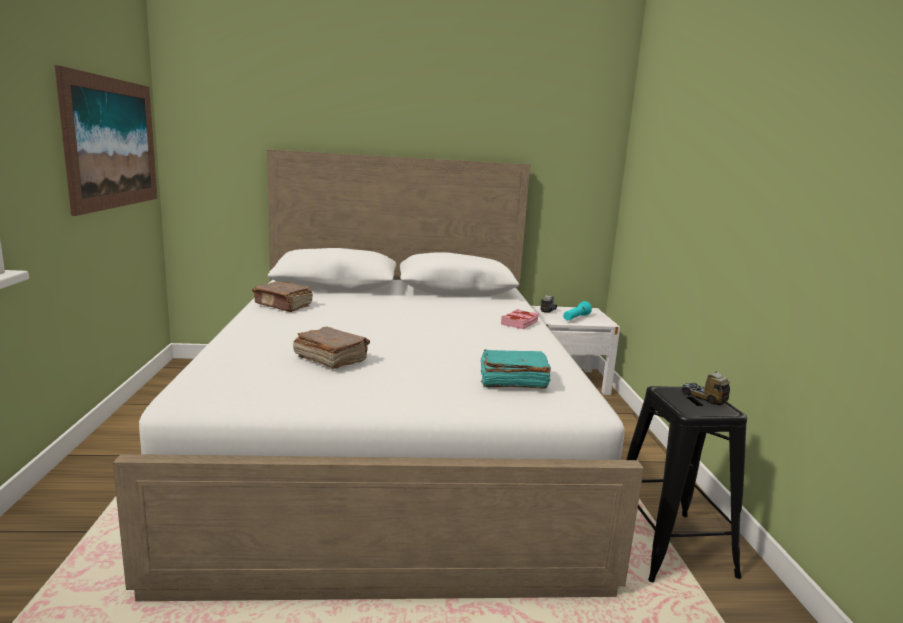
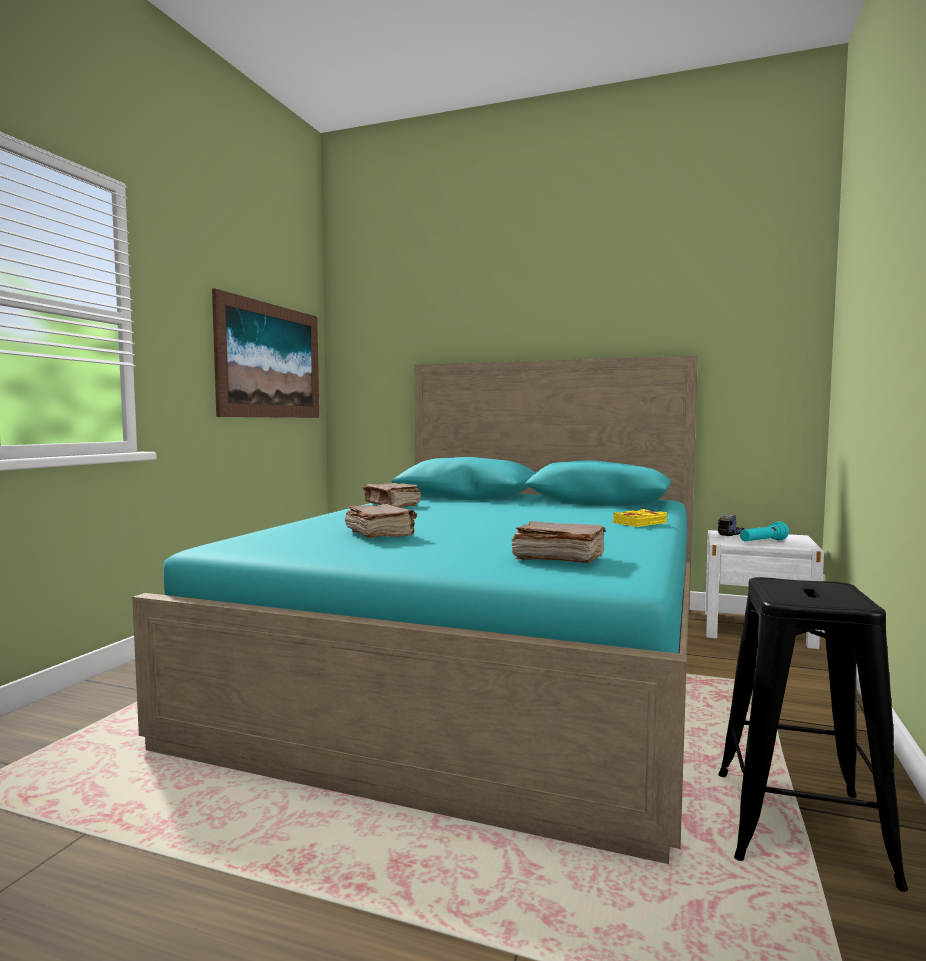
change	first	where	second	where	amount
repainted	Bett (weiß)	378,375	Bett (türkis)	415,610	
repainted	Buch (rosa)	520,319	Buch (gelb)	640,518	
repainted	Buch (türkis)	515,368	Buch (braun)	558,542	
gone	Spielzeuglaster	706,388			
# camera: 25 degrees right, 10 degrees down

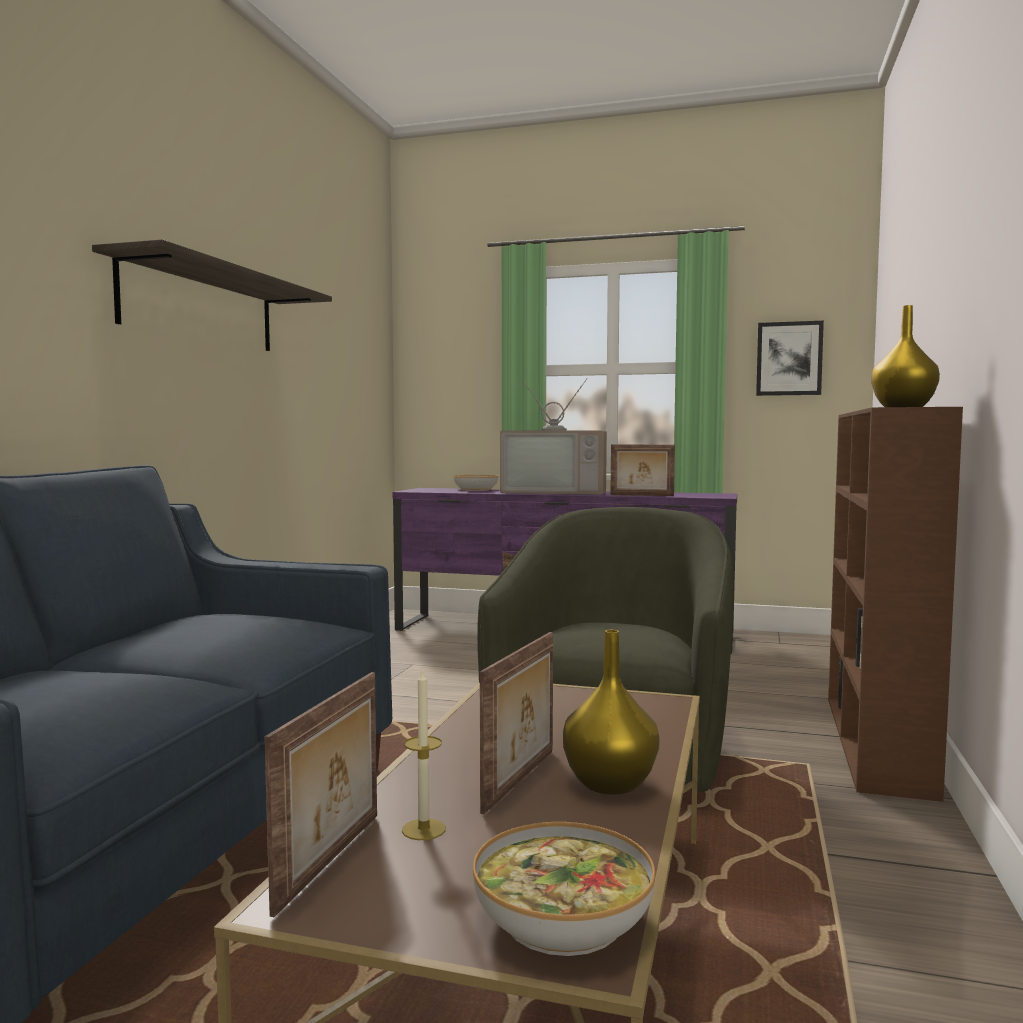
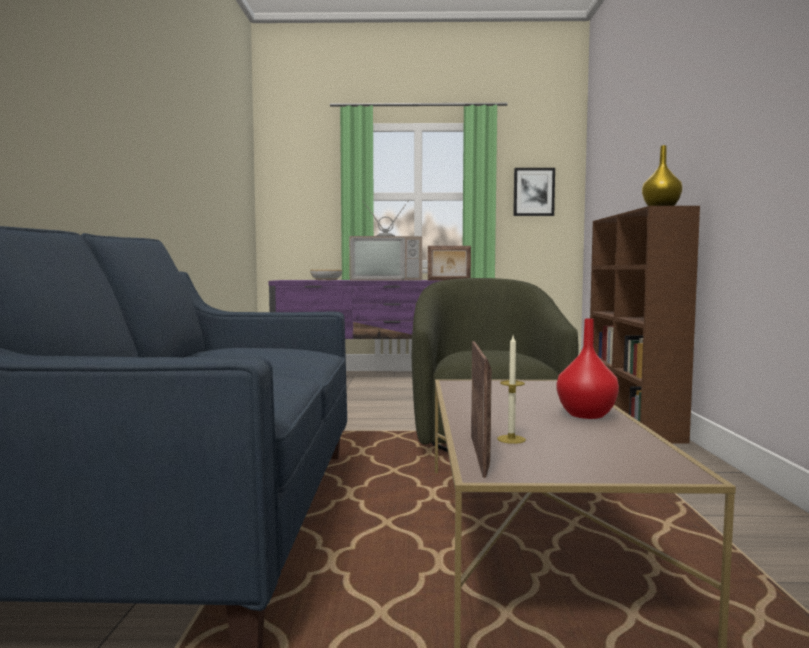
change	first	where	second	where	amount
gone	Wandregal	212,295			
repainted	Vase (gelb)	611,712	Vase (rot)	588,368	
gone	Bilderrahmen	516,723			
gone	Schüssel	564,889			
# camera: 15 degrees left, 0 degrees up

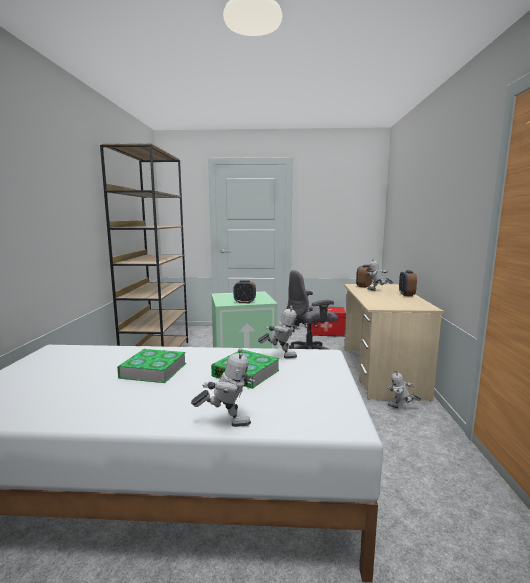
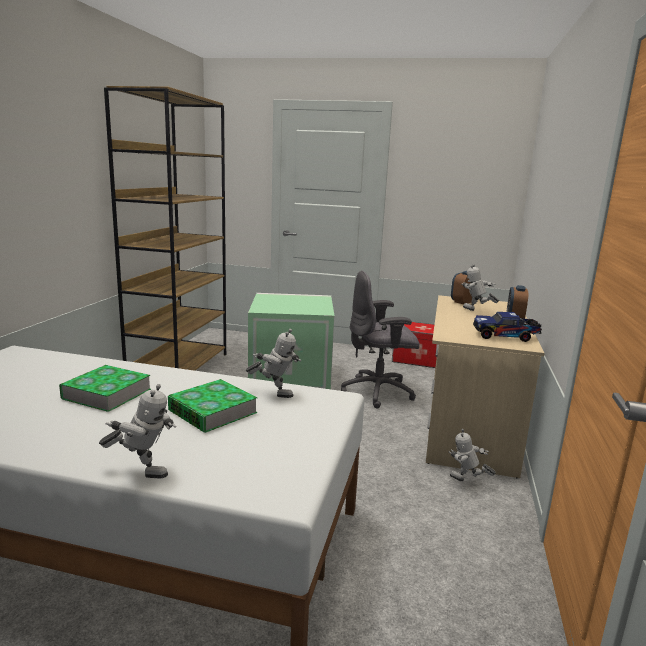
change	first	where	second	where	amount
gone	Wecker	245,291			
new			Spielzeuglaster	507,327	
# camera: 10 degrees right, 5 degrees up

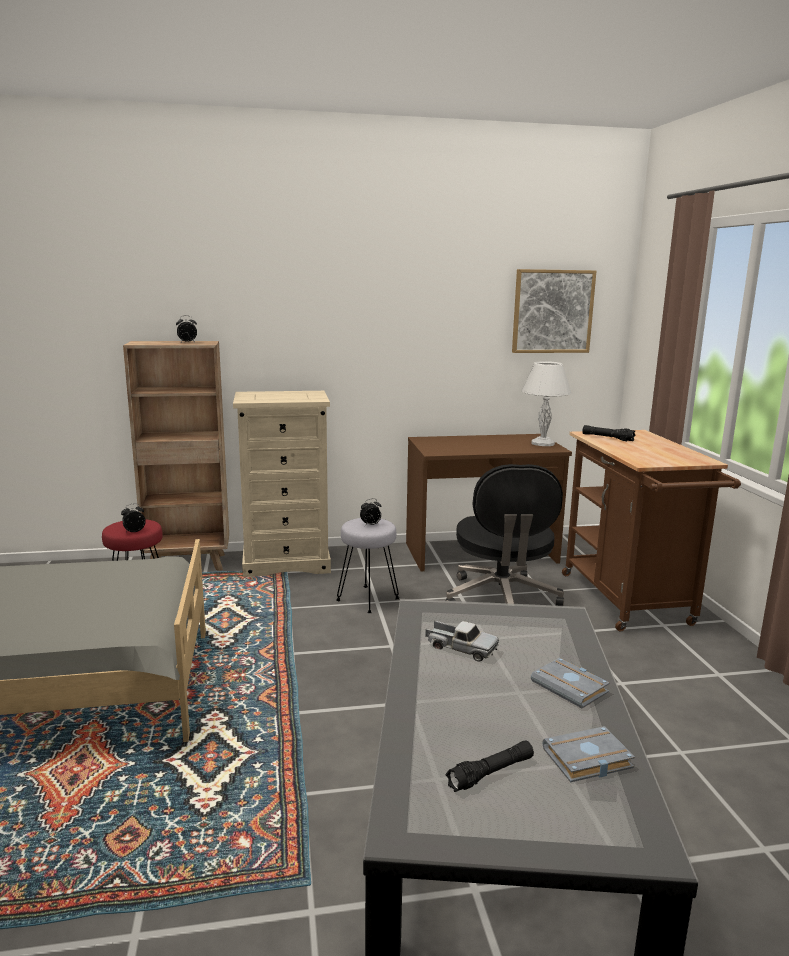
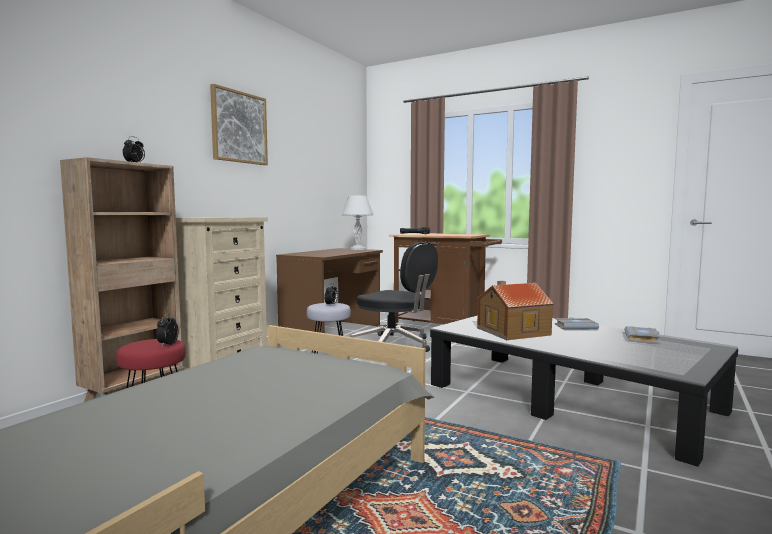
change	first	where	second	where	amount
shifted	Bild	554,311		239,124	
swapped	Spielzeuglaster	462,641	Spielzeughaus	515,310	
gone	Taschenlampe (schwarz)	490,766			
# camera: 50 degrees left, 10 degrees down

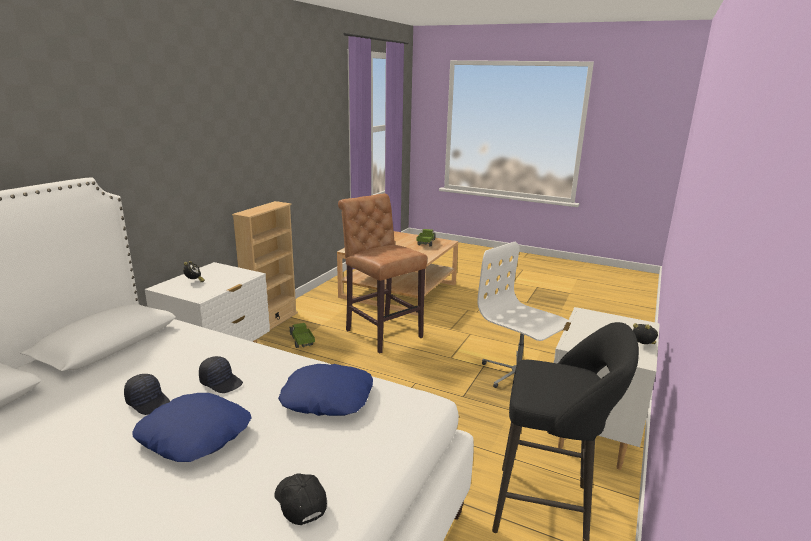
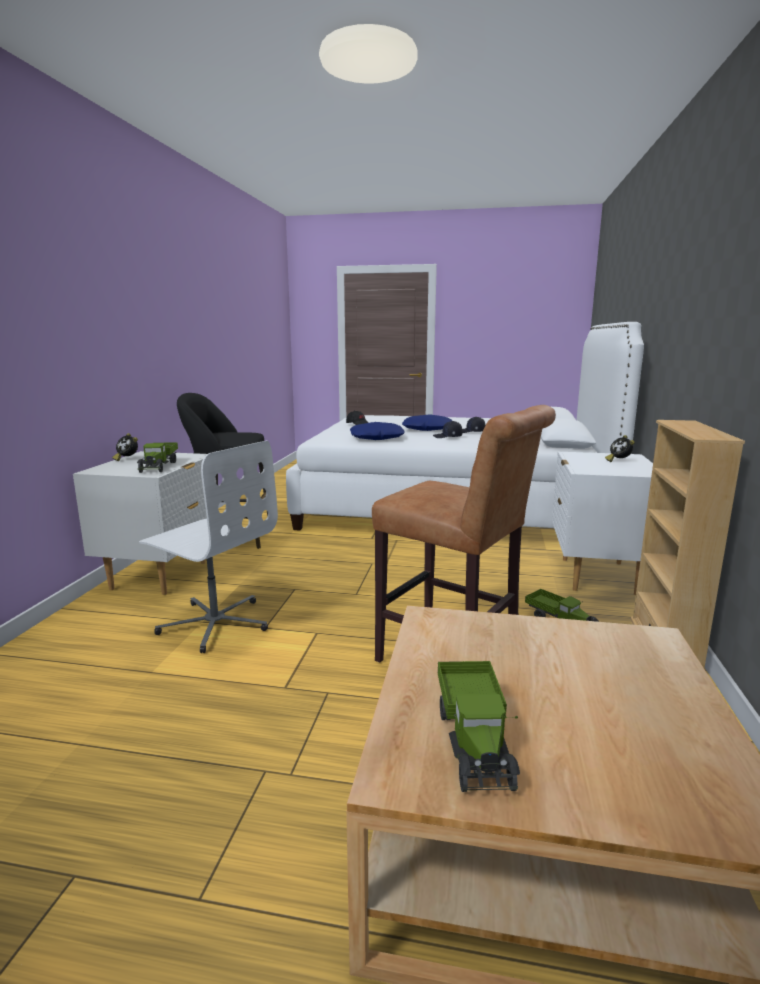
change	first	where	second	where	amount
new			Spielzeuglaster	157,457	
# camera: 165 degrees right, 5 degrees down

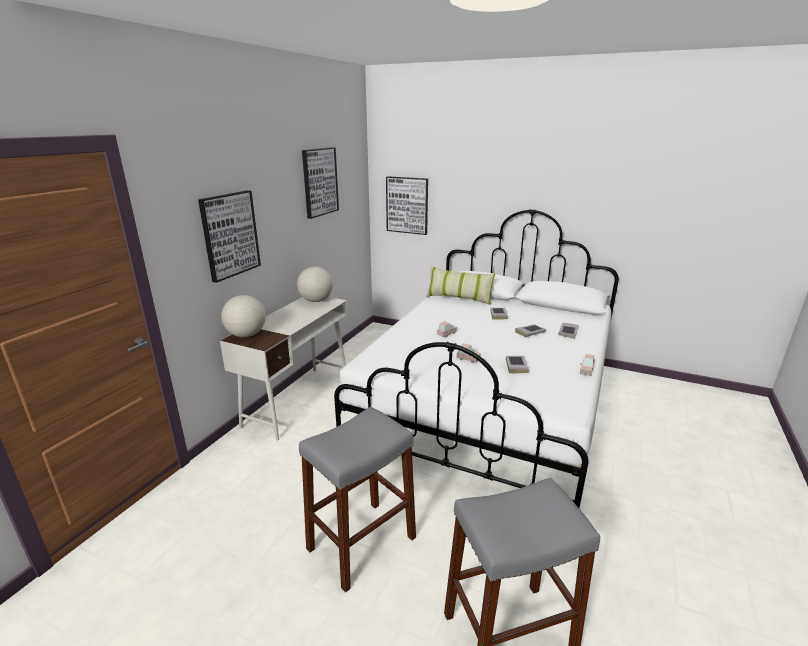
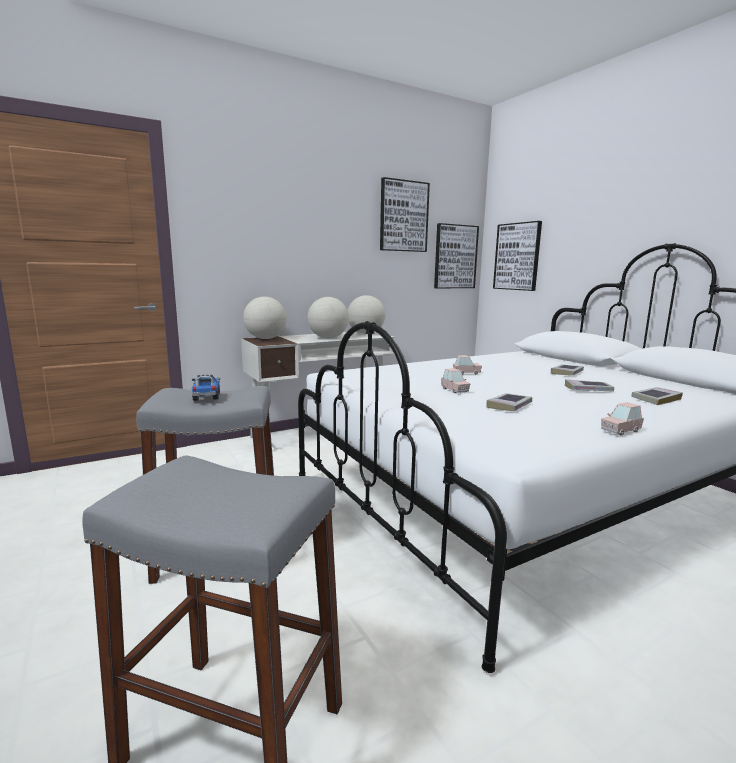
change	first	where	second	where	amount
shifted	Bild	229,236		456,256	
gone	Kissen	460,285			
new			Globus	328,318	
new			Spielzeuglaster	205,387	
# camera: 35 degrees right, 10 degrees down

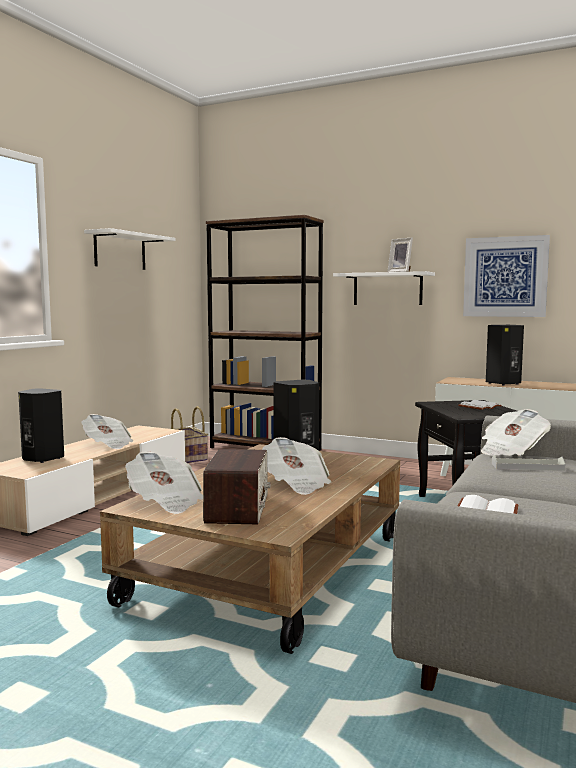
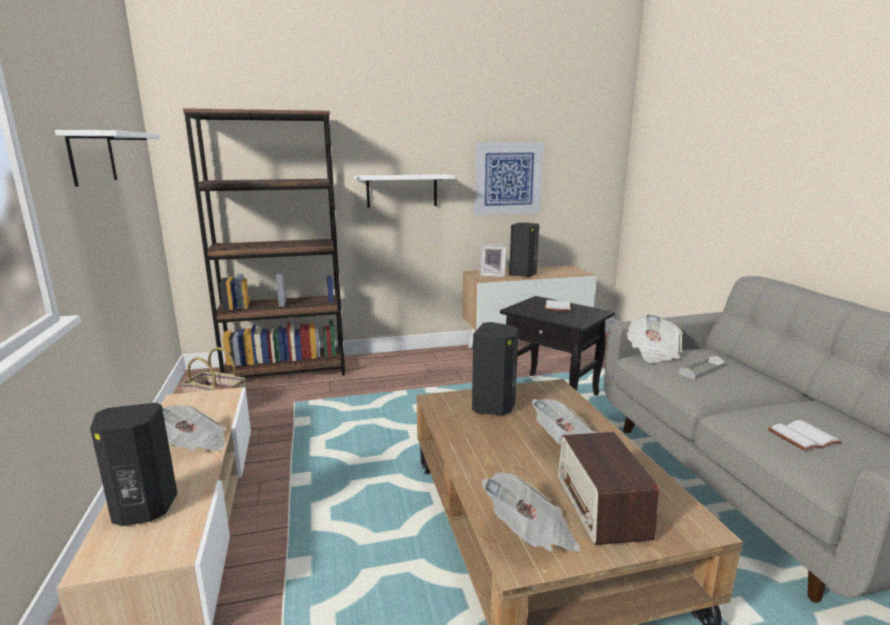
change	first	where	second	where	amount
shifted	Bilderrahmen	400,254		493,260	
rotated	Radio	237,486		608,488	150 degrees counterclockwise
# camera: 40 degrees left, 10 degrees up

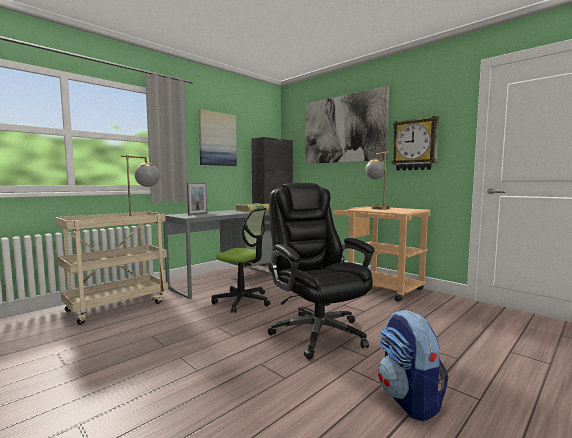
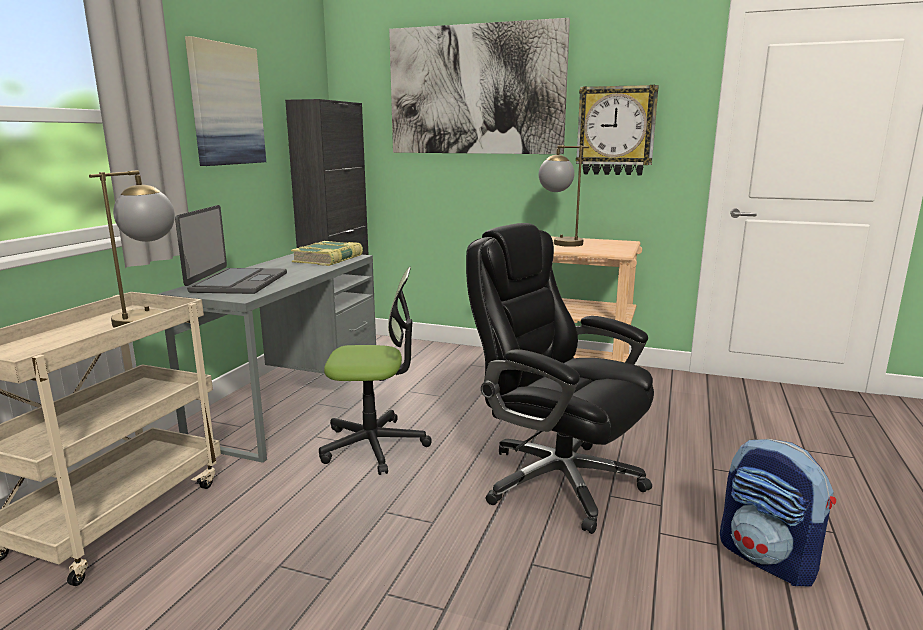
change	first	where	second	where	amount
swapped	Bilderrahmen	197,199	Laptop	231,249	
# camera: 25 degrees left, 10 degrees up

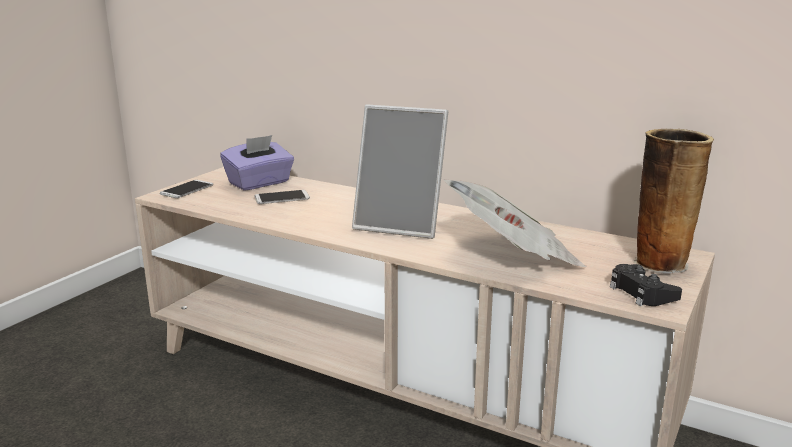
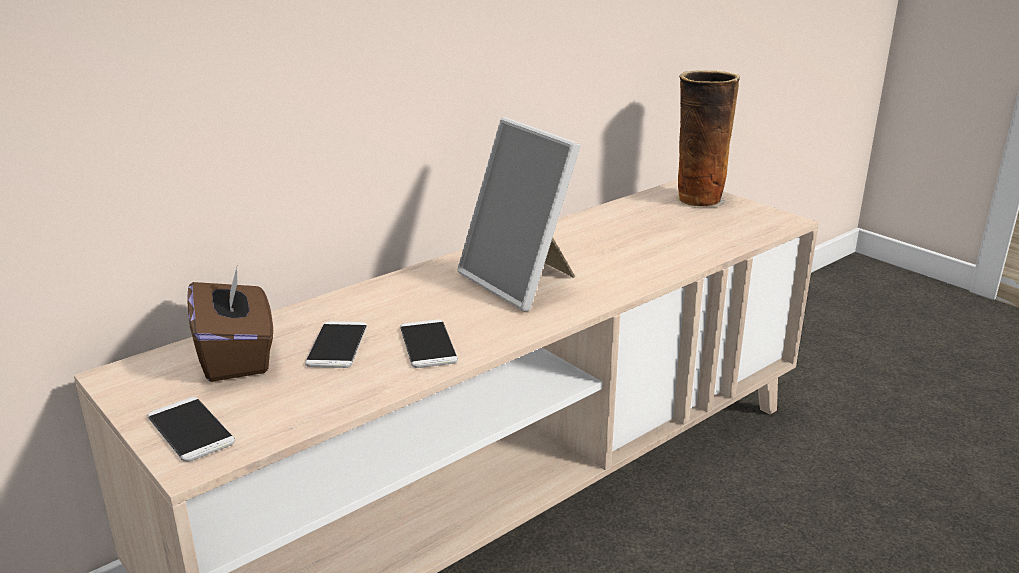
change	first	where	second	where	amount
rotated	Bilderrahmen	400,171		519,214	105 degrees clockwise
repainted	Taschentuchbox (lila)	257,163	Taschentuchbox (braun)	230,323	
gone	Zeitung	515,223			
gone	Gamepad (schwarz)	646,285			
new			Handy	429,343	
# camera: 70 degrees left, 5 degrees up

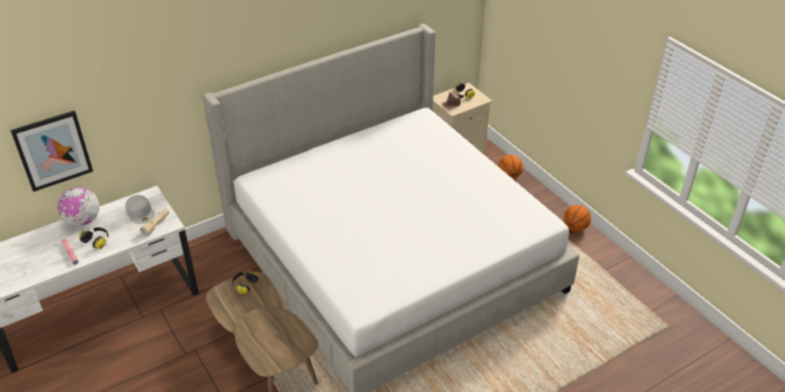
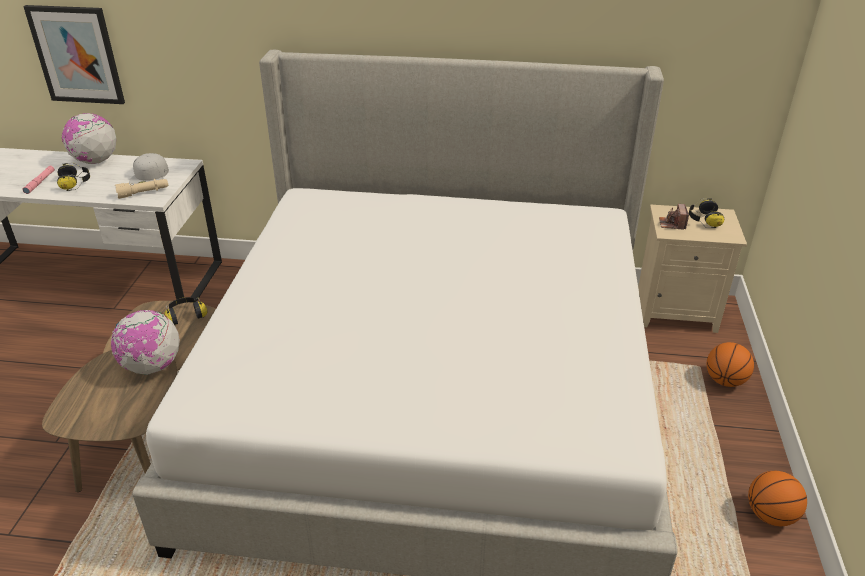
change	first	where	second	where	amount
new			Globus	145,342	
# camera: 40 degrees right, 5 degrees down

